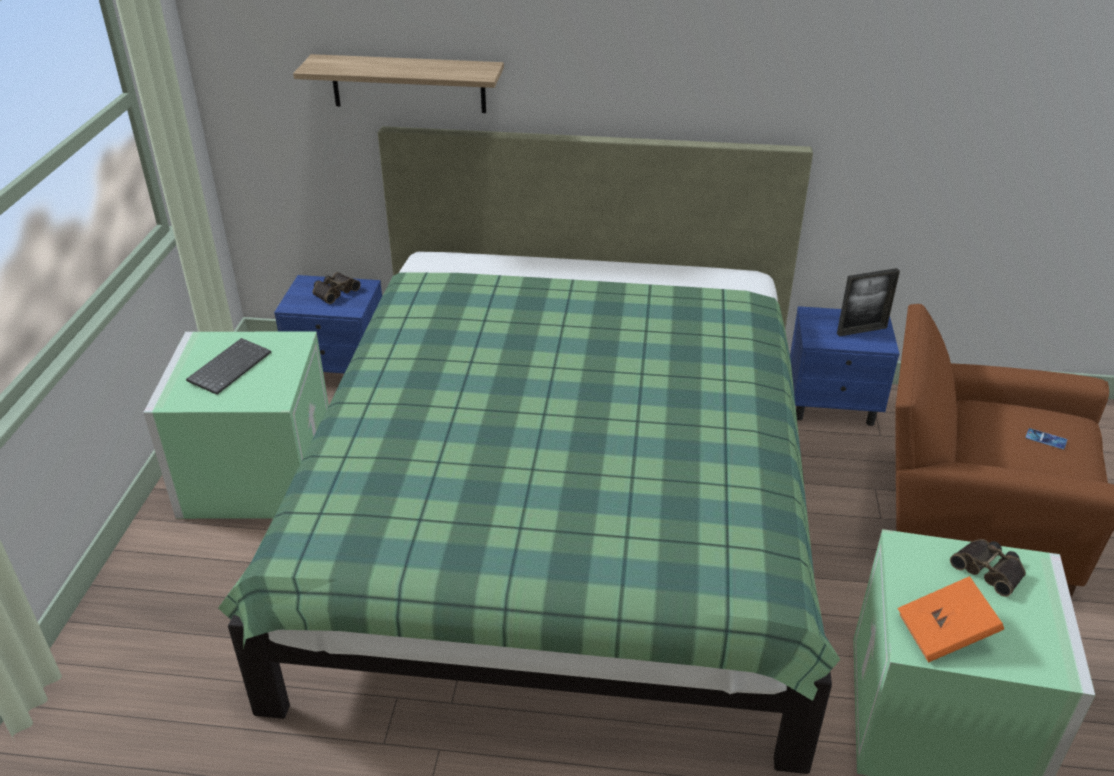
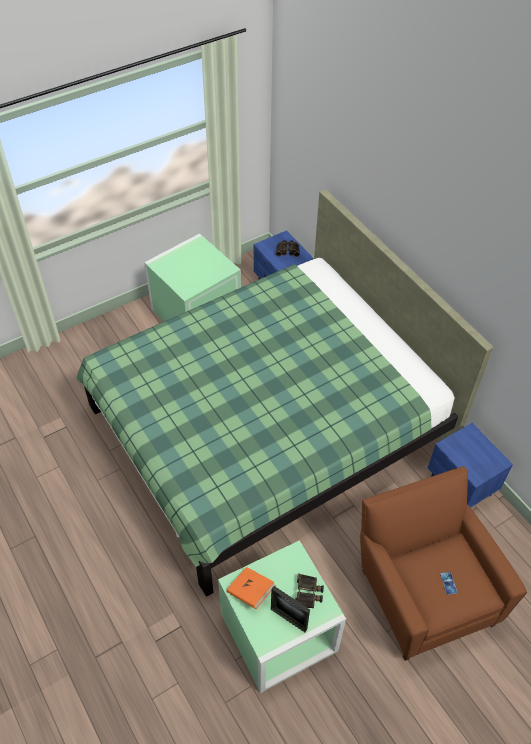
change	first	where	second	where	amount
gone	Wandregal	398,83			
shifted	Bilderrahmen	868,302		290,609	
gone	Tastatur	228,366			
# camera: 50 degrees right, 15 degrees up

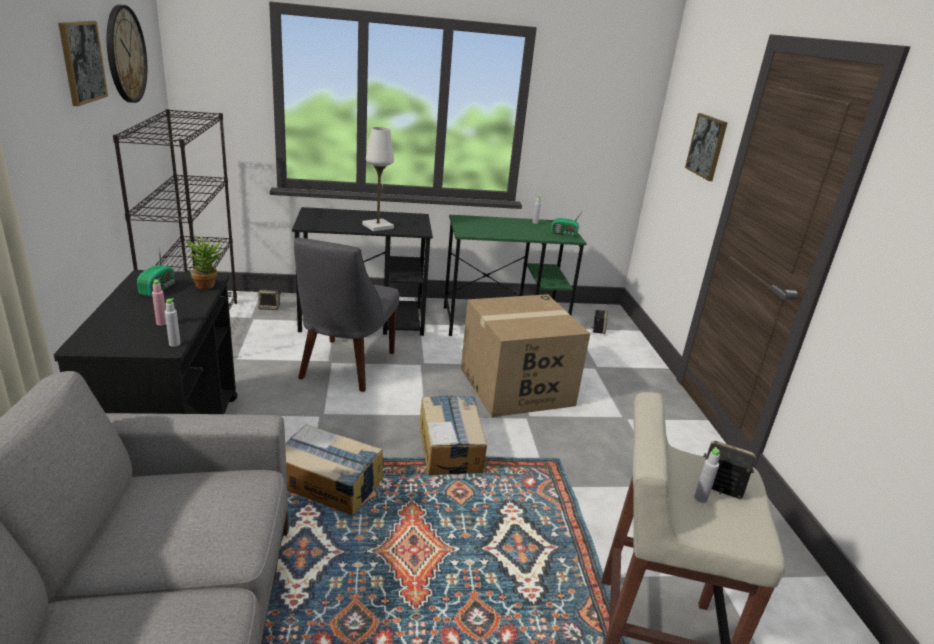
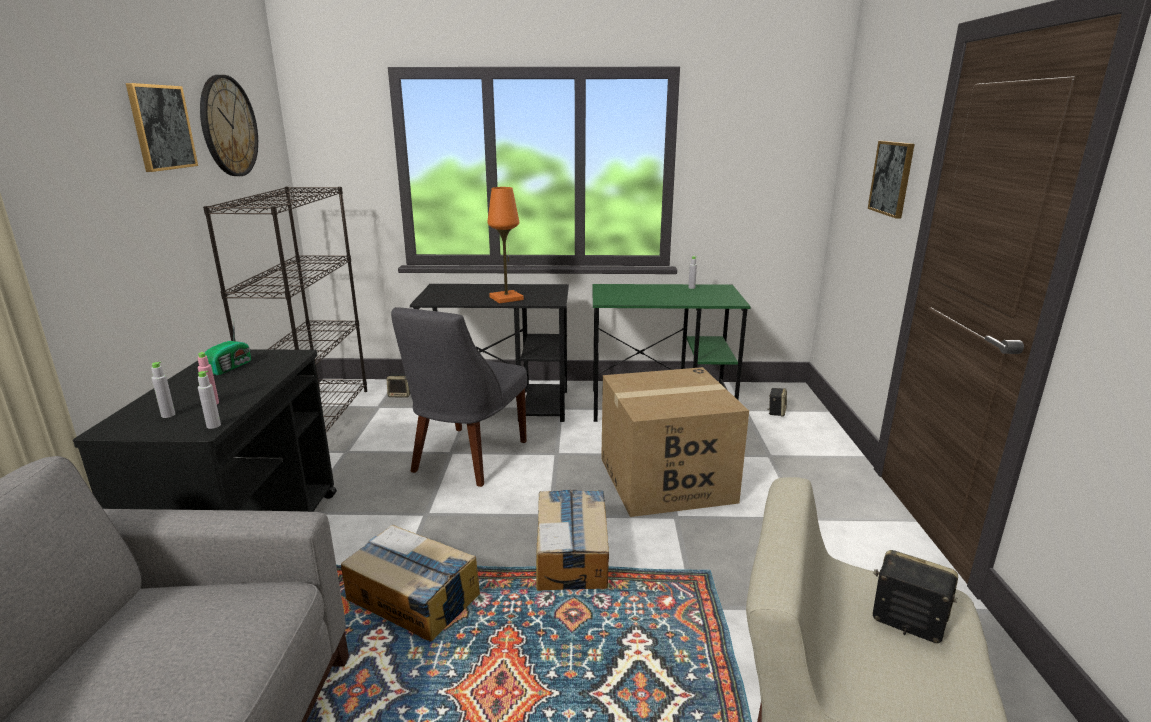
change	first	where	second	where	amount
repainted	Tischlampe (weiß)	378,179	Tischlampe (orange)	505,245	
gone	Radio	567,223			
gone	Topfpflanze	206,262			
shifted	Flasche (grau)	707,475		163,390	
# camera: 10 degrees right, 5 degrees down

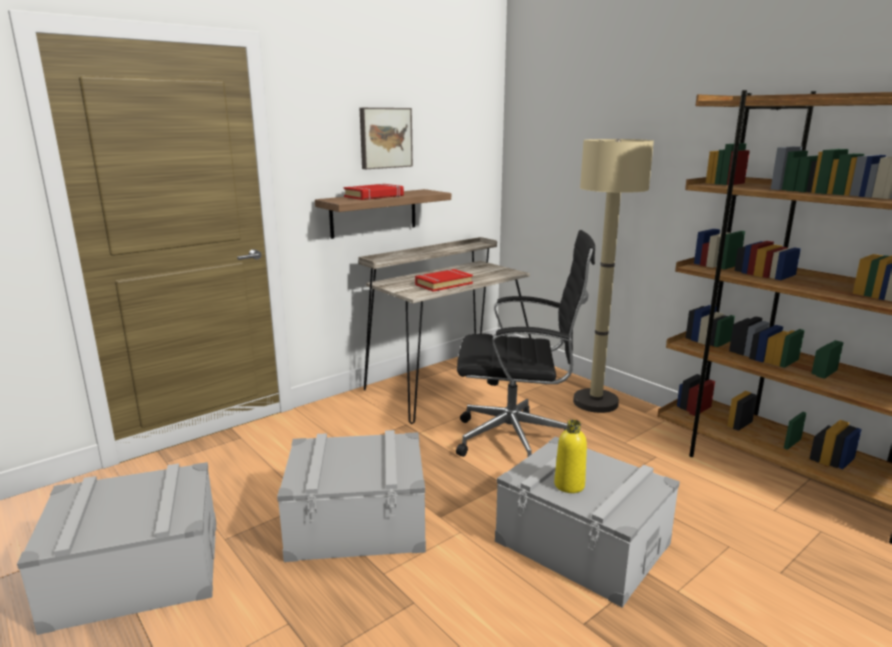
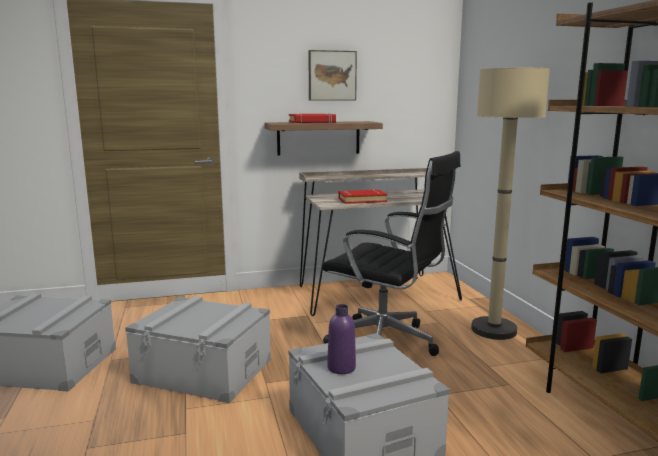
change	first	where	second	where	amount
repainted	Flasche (gelb)	570,456	Flasche (lila)	341,339	
# camera: 25 degrees right, 5 degrees down

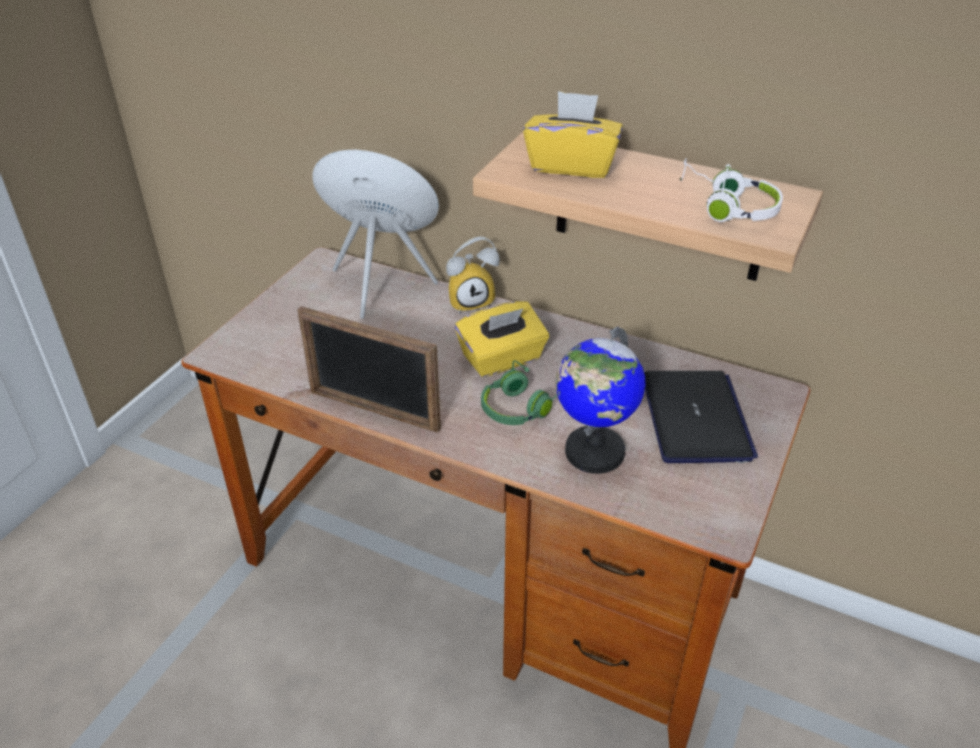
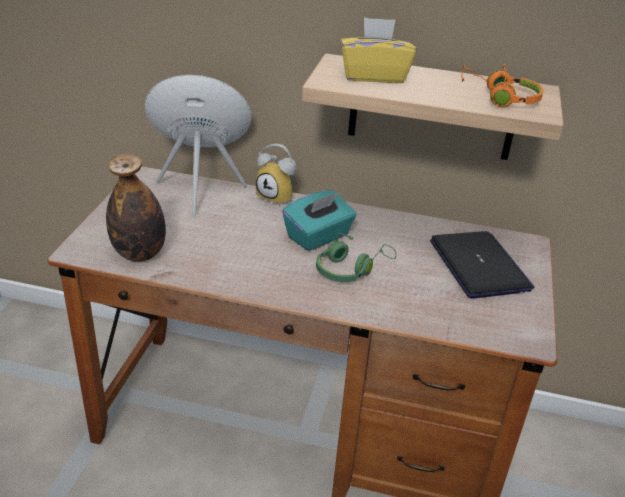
change	first	where	second	where	amount
repainted	Kopfhörer (weiß)	731,190	Kopfhörer (orange)	502,85	
rotated	Wecker	473,275		276,175	60 degrees clockwise
repainted	Taschentuchbox (gelb)	502,339	Taschentuchbox (türkis)	319,220	
gone	Bilderrahmen	369,369			
gone	Globus	600,400			
new			Flasche	136,207	
# camera: 15 degrees left, 5 degrees down

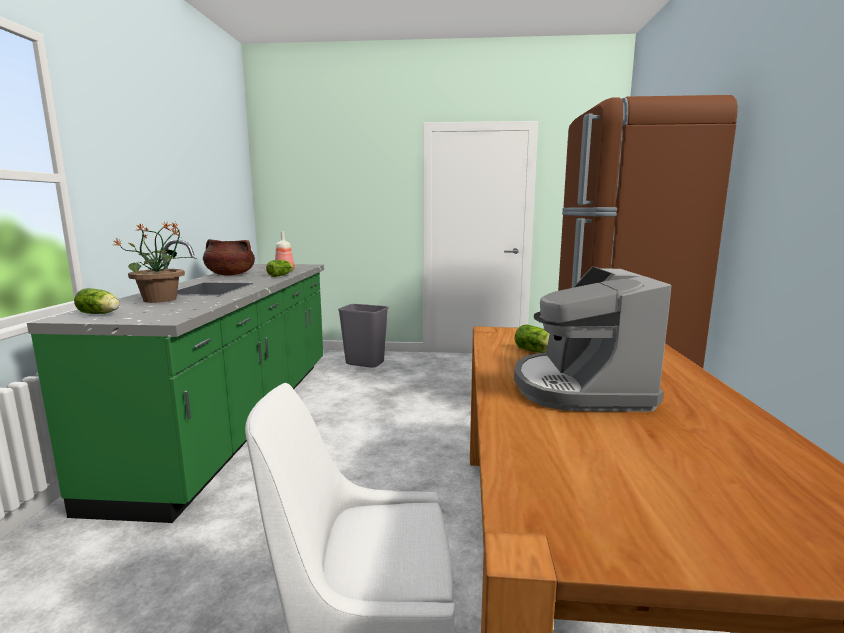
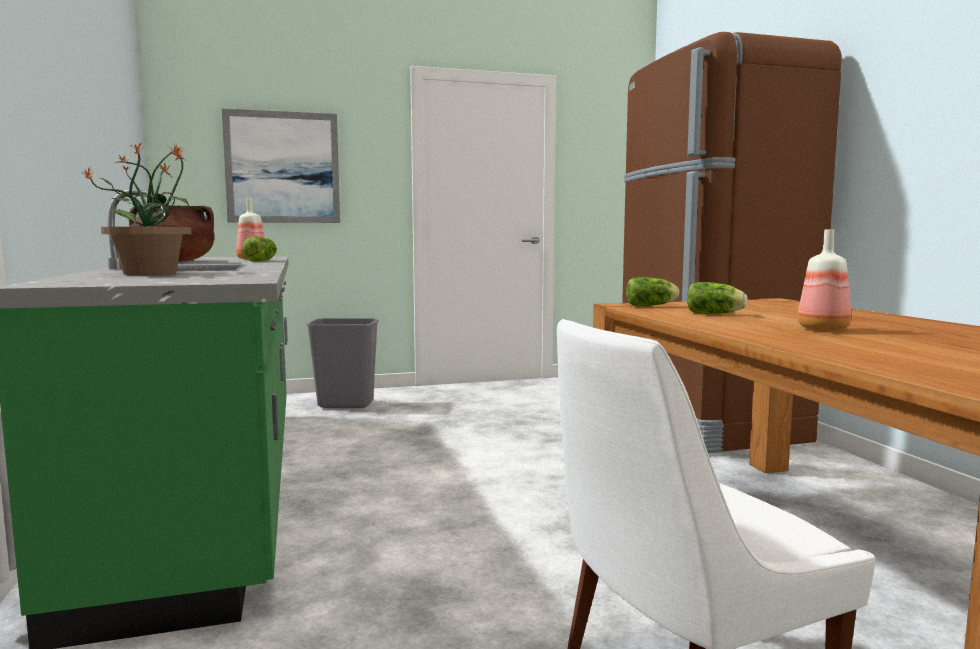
change	first	where	second	where	amount
swapped	Kaffeemaschine	593,339	Flasche	824,280	
shifted	Salatkopf	97,301		652,291	
new			Bild	281,166	
# camera: 20 degrees left, 5 degrees down

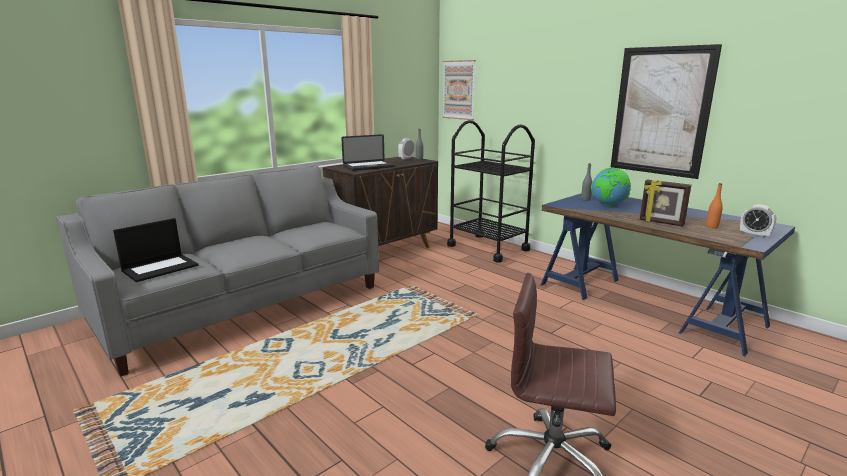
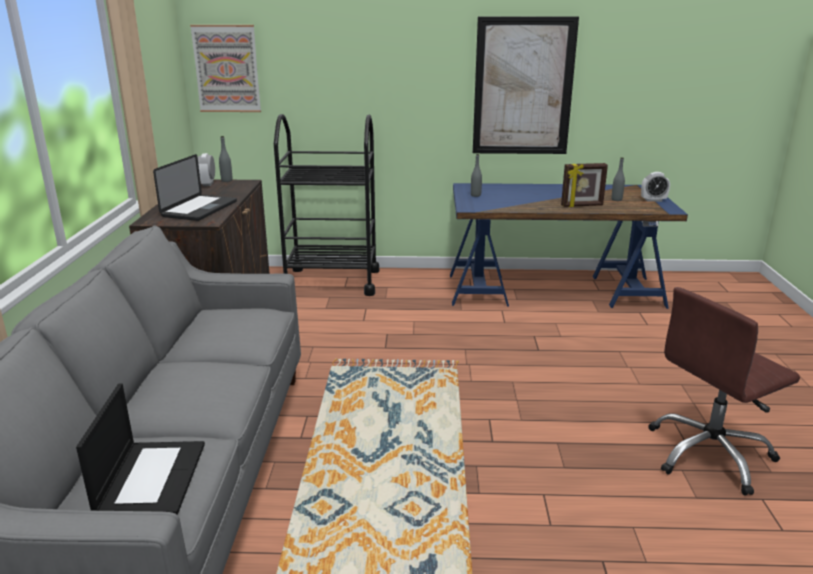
change	first	where	second	where	amount
gone	Globus	611,187			
repainted	Flasche (orange)	714,205	Flasche (grau)	618,179	
# camera: 45 degrees left, 5 degrees up

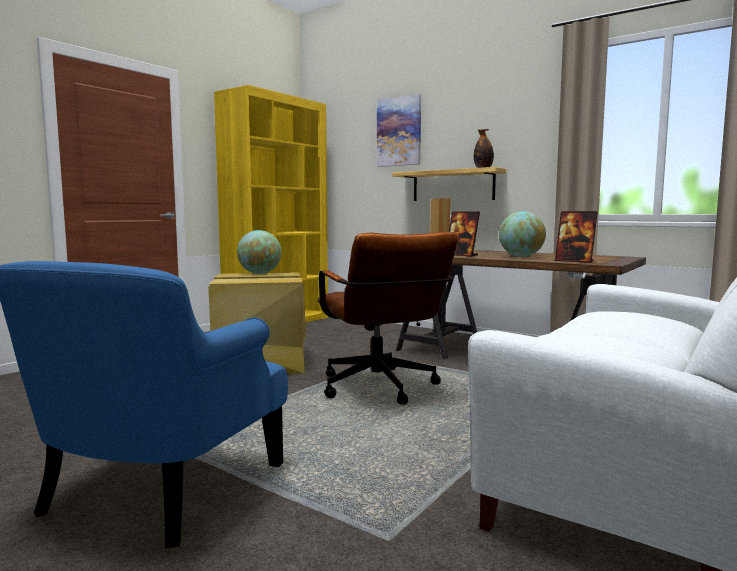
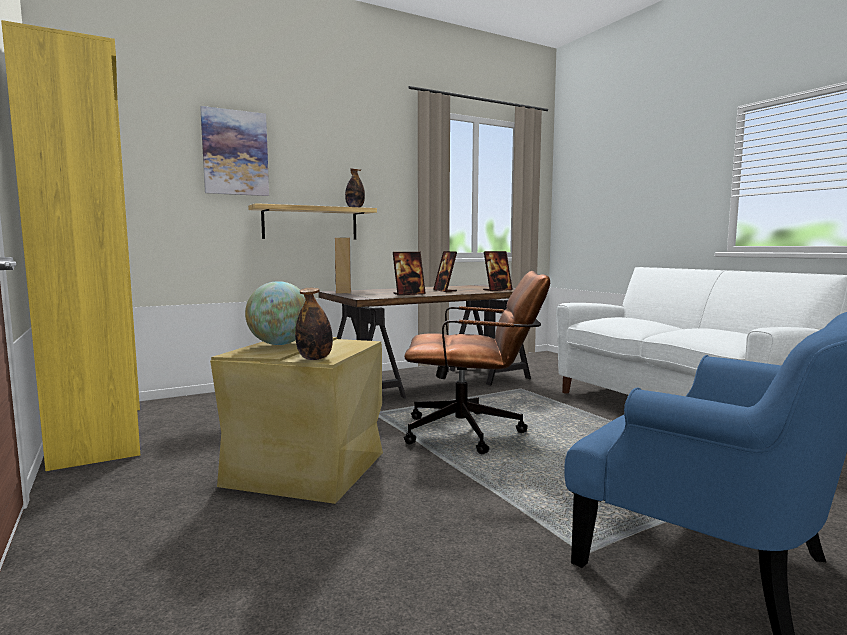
change	first	where	second	where	amount
swapped	Globus	522,234	Bilderrahmen	445,271	
new			Flasche	314,324	
# camera: 65 degrees left, 0 degrees up

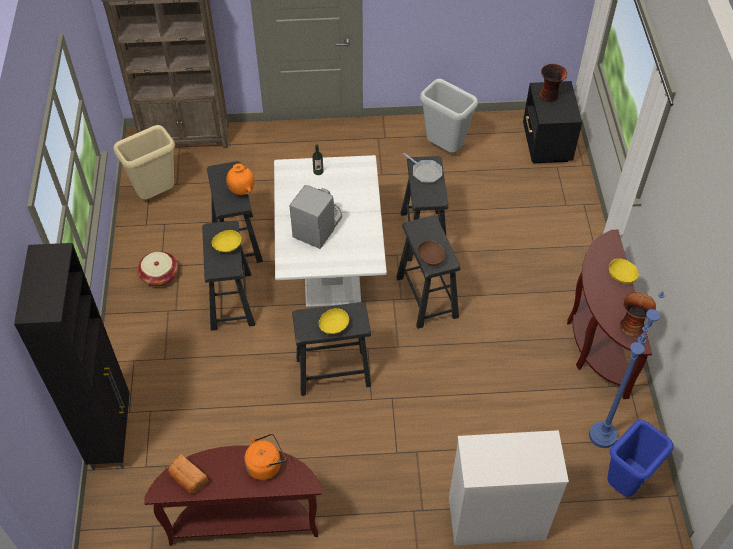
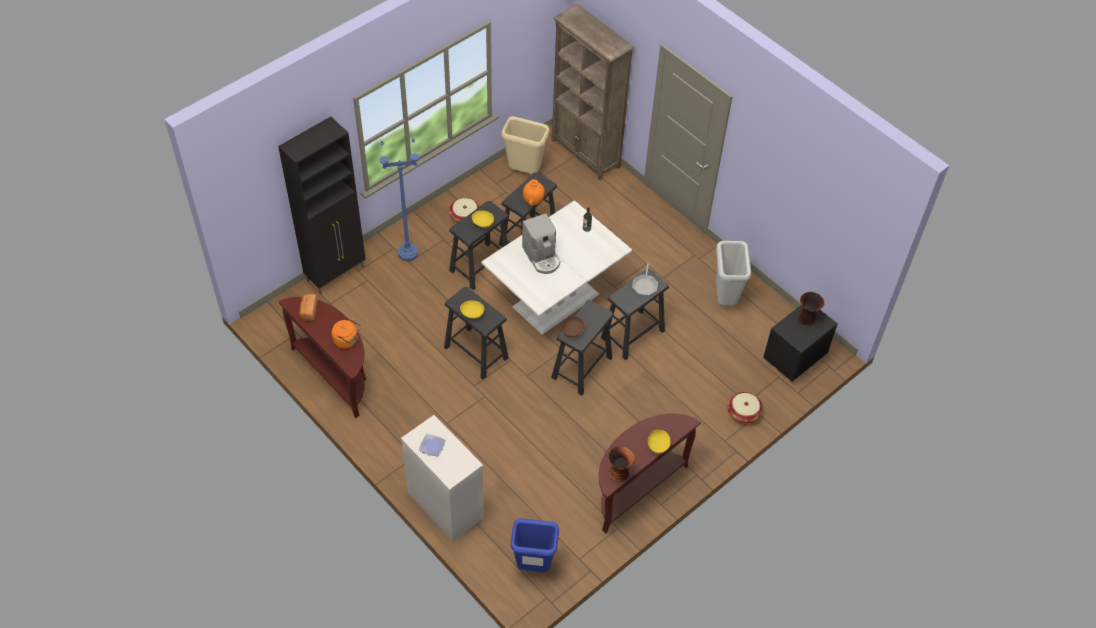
change	first	where	second	where	amount
rotated	Kaffeemaschine	316,217		541,244	75 degrees clockwise
shifted	Stehlampe (blau)	626,369		399,199	
new			Korb	745,408	
new			Teller	432,445	
# camera: 50 degrees right, 0 degrees up

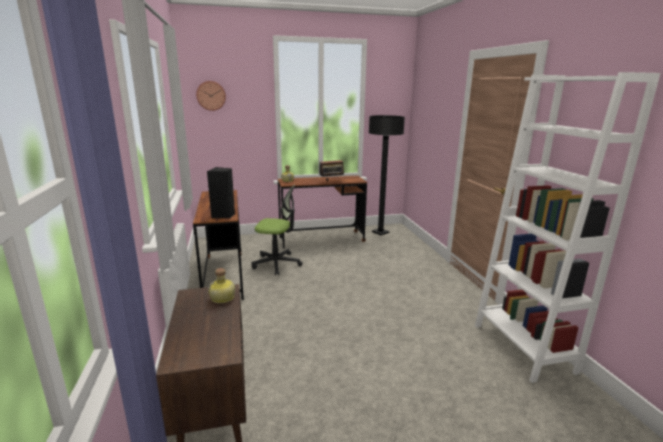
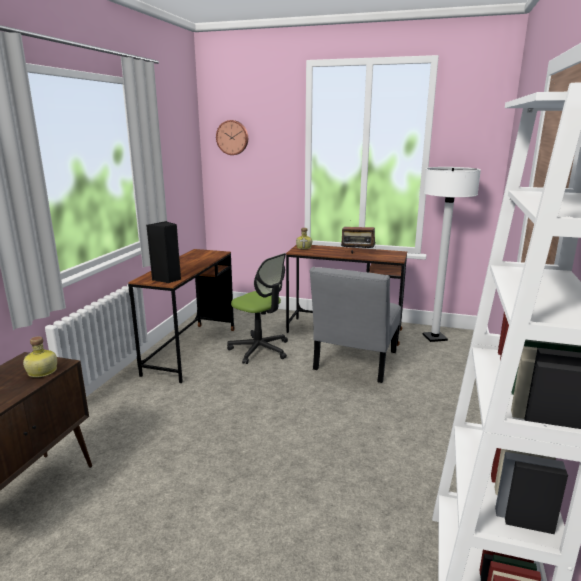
change	first	where	second	where	amount
repainted	Stehlampe (schwarz)	387,175	Stehlampe (weiß)	452,254	
new			Stuhl (grau)	355,325	
# camera: 30 degrees right, 0 degrees up

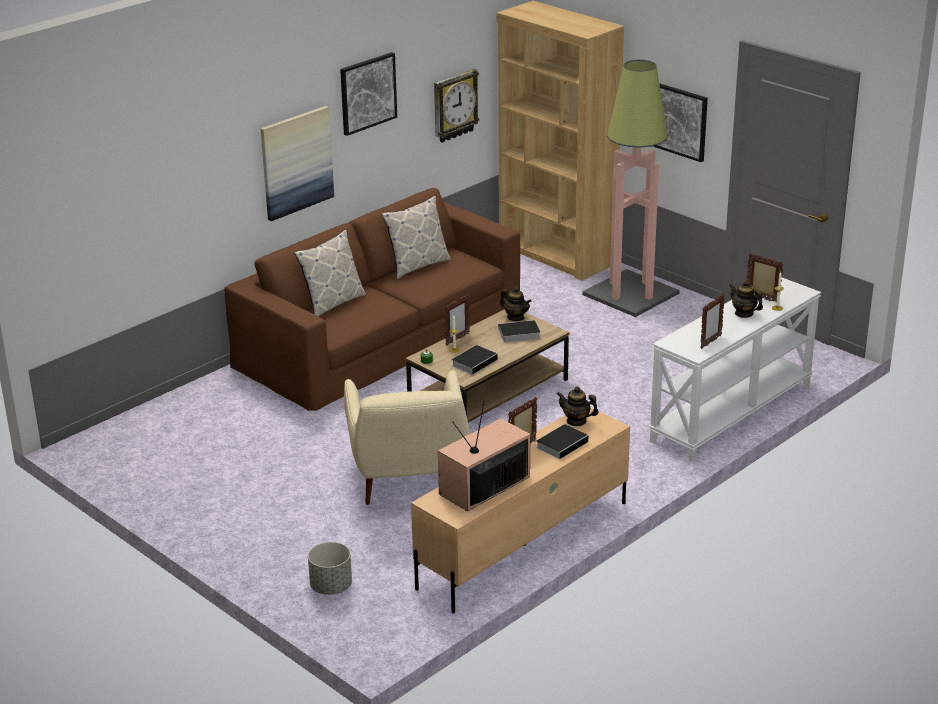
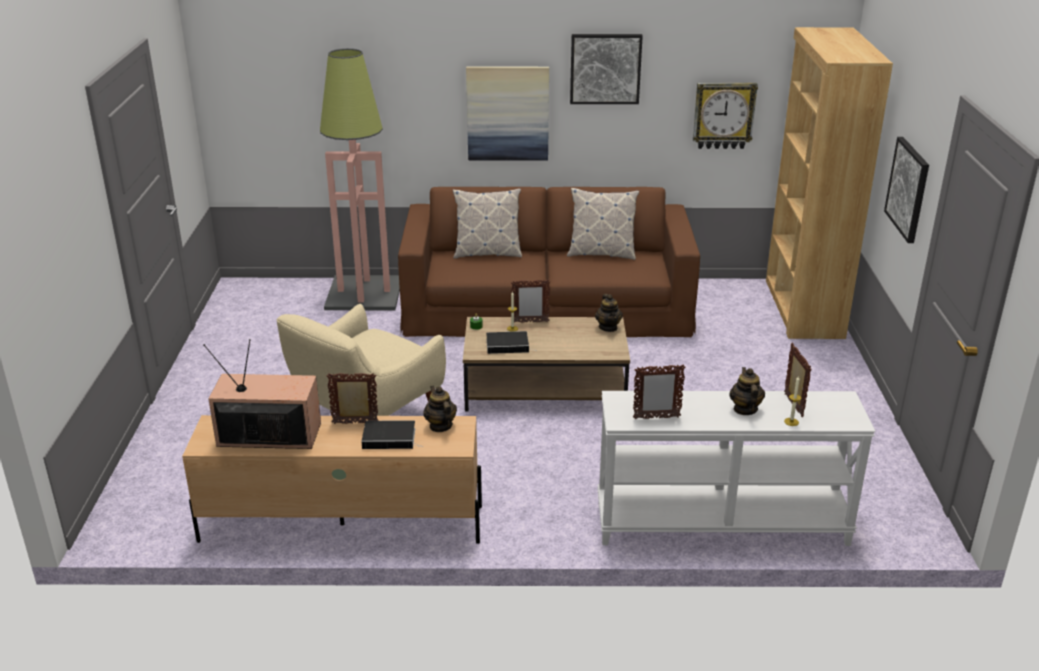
change	first	where	second	where	amount
shifted	Stehlampe	631,188		360,179	
gone	Buch	516,331			
gone	Pflanzkübel (grau)	330,568			
# camera: 45 degrees right, 0 degrees up

